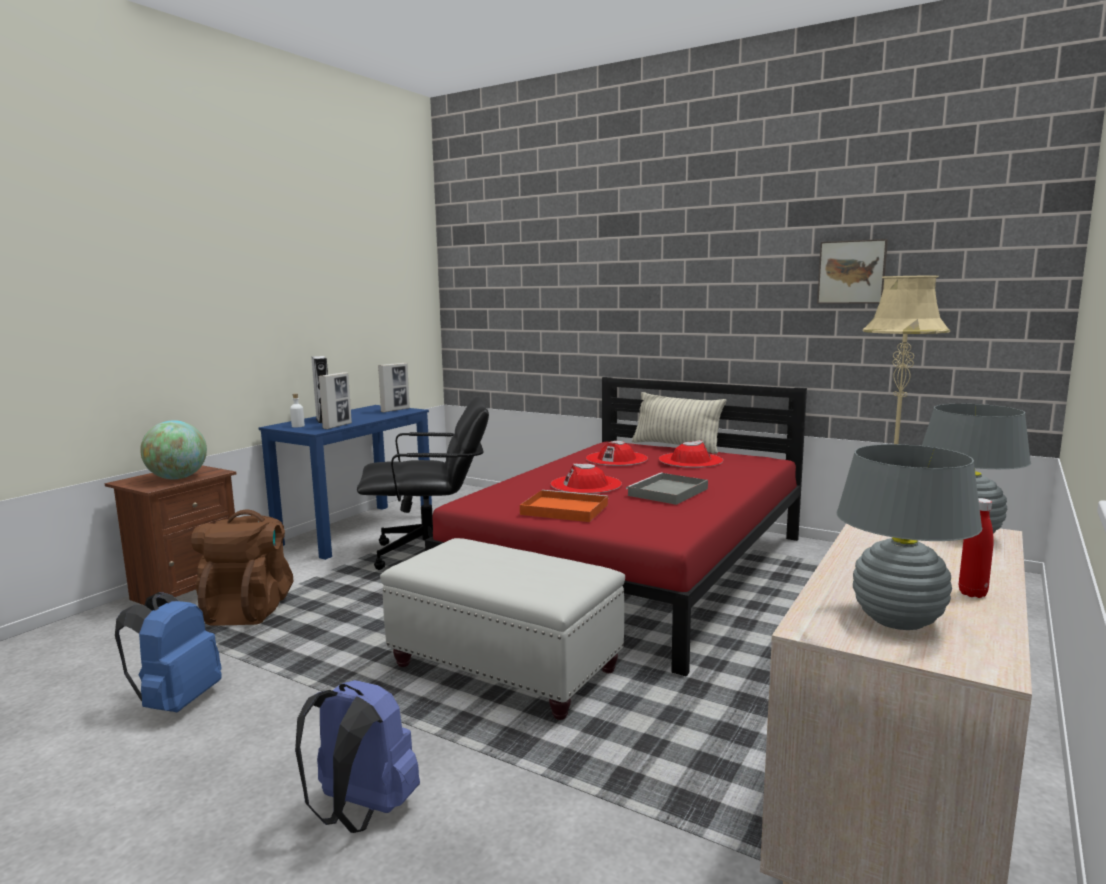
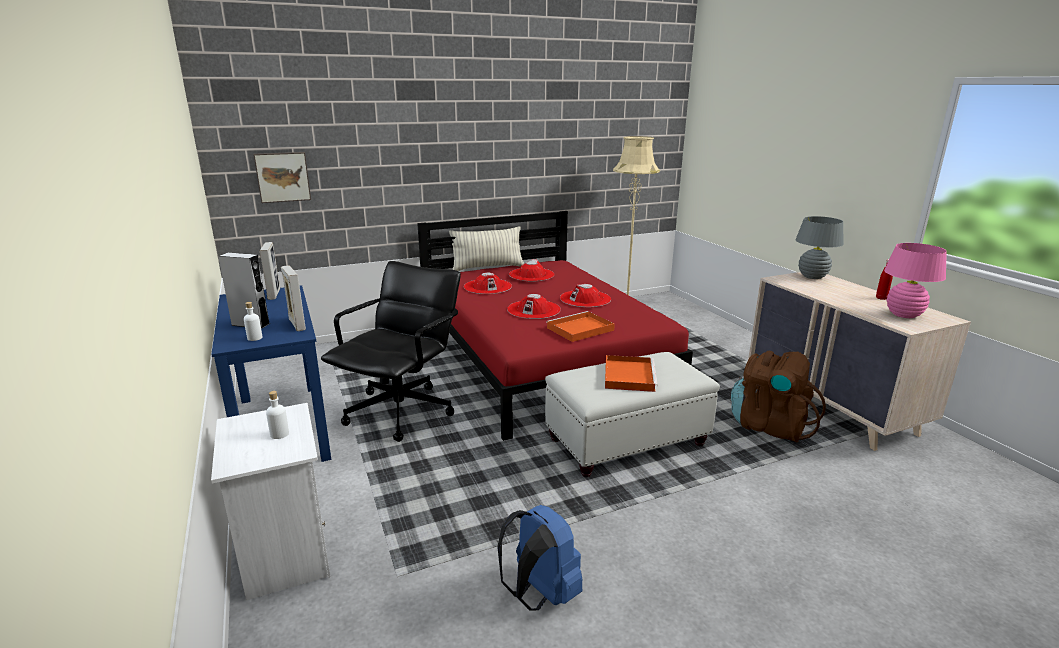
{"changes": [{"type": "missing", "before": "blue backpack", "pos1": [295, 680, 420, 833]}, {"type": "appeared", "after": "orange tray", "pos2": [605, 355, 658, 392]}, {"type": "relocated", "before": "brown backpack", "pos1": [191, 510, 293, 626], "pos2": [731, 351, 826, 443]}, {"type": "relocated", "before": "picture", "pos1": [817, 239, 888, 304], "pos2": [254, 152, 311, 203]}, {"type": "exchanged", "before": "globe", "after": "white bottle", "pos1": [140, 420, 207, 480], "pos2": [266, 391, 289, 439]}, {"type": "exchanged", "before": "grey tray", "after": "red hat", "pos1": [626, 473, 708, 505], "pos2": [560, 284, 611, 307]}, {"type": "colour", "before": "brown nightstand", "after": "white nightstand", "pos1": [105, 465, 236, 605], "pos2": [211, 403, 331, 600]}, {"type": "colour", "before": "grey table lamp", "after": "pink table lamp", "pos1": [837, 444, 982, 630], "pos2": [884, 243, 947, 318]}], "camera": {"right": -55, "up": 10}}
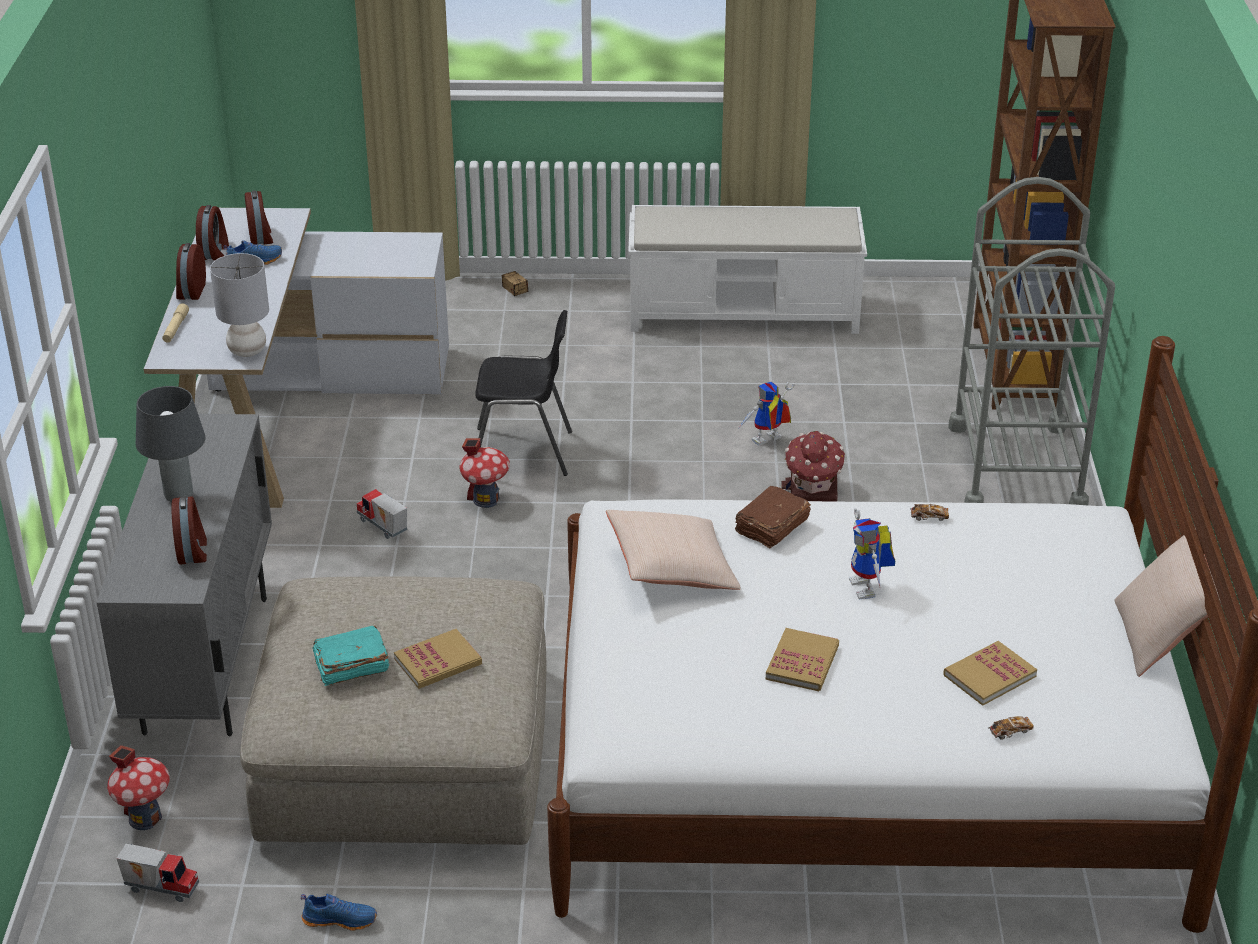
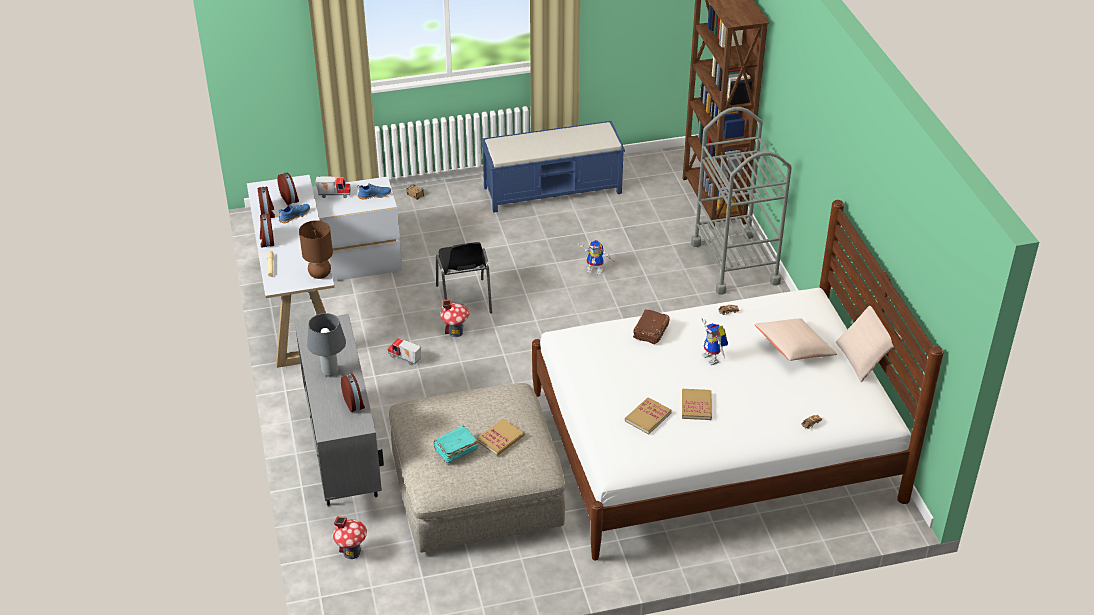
{"changes": [{"type": "missing", "before": "toy house", "pos1": [781, 431, 845, 502]}, {"type": "relocated", "before": "toy truck", "pos1": [116, 844, 199, 902], "pos2": [315, 177, 351, 198]}, {"type": "relocated", "before": "blue shoe", "pos1": [301, 894, 377, 931], "pos2": [357, 183, 391, 199]}, {"type": "relocated", "before": "beige pillow", "pos1": [606, 510, 741, 590], "pos2": [754, 318, 837, 361]}, {"type": "relocated", "before": "book", "pos1": [943, 641, 1037, 706], "pos2": [625, 397, 672, 435]}, {"type": "colour", "before": "grey table lamp", "after": "brown table lamp", "pos1": [210, 253, 269, 357], "pos2": [299, 220, 333, 279]}, {"type": "colour", "before": "white bench", "after": "blue bench", "pos1": [628, 205, 867, 334], "pos2": [481, 121, 625, 213]}, {"type": "spun", "before": "black chair", "pos1": [475, 310, 572, 476], "pos2": [436, 242, 492, 313], "turn": 90}, {"type": "spun", "before": "toy robot", "pos1": [739, 382, 795, 446], "pos2": [578, 240, 614, 275], "turn": -120}], "camera": {"right": -15, "up": 5}}
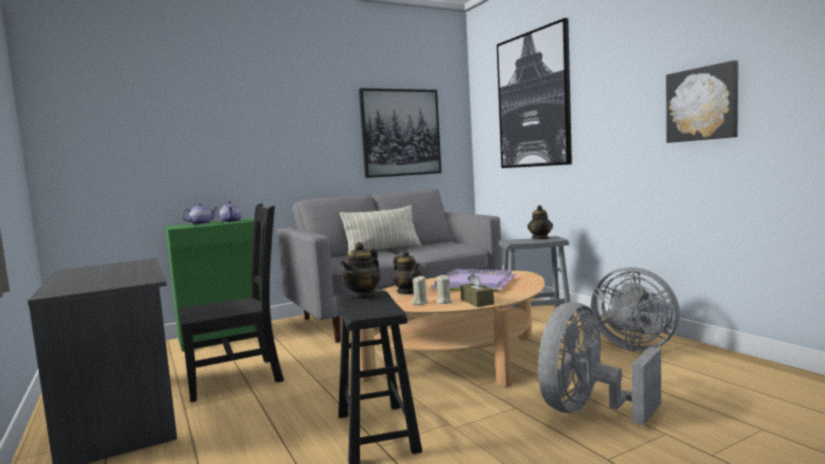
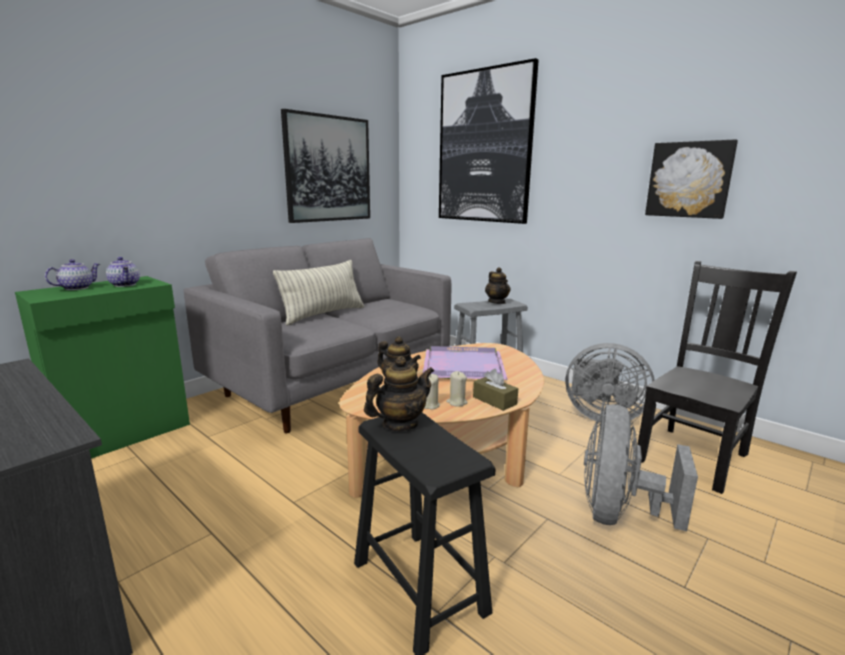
{"changes": [{"type": "relocated", "before": "black chair", "pos1": [179, 203, 284, 402], "pos2": [637, 261, 797, 494]}, {"type": "spun", "before": "teapot", "pos1": [341, 242, 380, 300], "pos2": [364, 356, 434, 431], "turn": -135}], "camera": {"right": -20, "up": 10}}
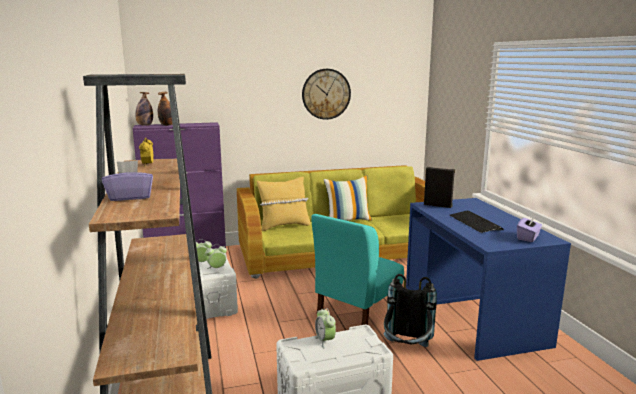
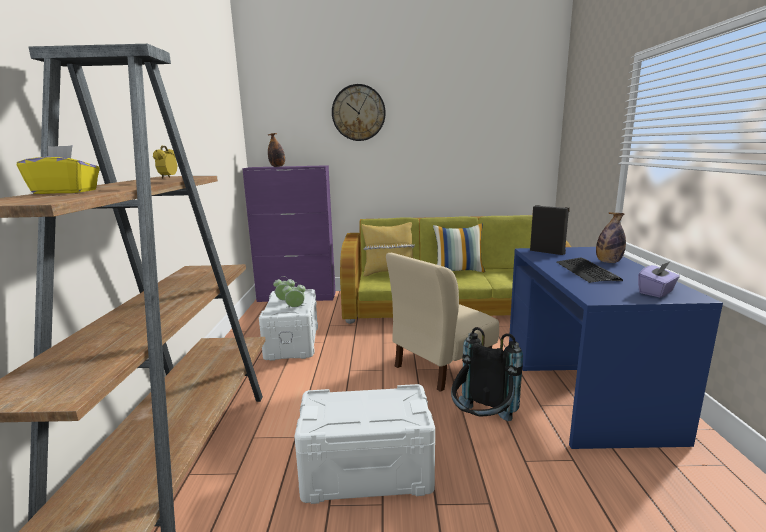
{"changes": [{"type": "missing", "before": "alarm clock", "pos1": [315, 308, 336, 349]}, {"type": "relocated", "before": "bottle", "pos1": [135, 92, 153, 126], "pos2": [596, 212, 626, 263]}, {"type": "relocated", "before": "wall clock", "pos1": [302, 69, 351, 120], "pos2": [332, 84, 386, 141]}, {"type": "colour", "before": "purple tissue box", "after": "yellow tissue box", "pos1": [102, 160, 153, 201], "pos2": [17, 145, 100, 194]}, {"type": "colour", "before": "turquoise chair", "after": "beige chair", "pos1": [311, 214, 404, 325], "pos2": [386, 253, 499, 392]}], "camera": {"right": 15, "up": 0}}
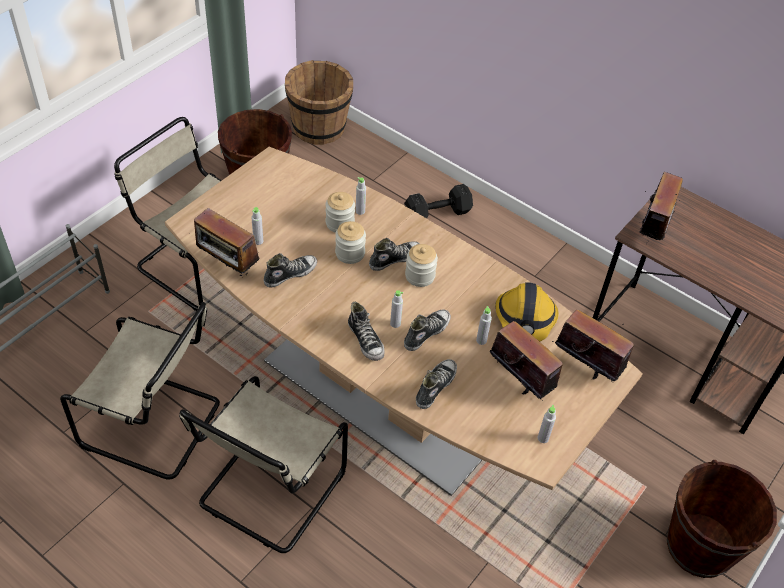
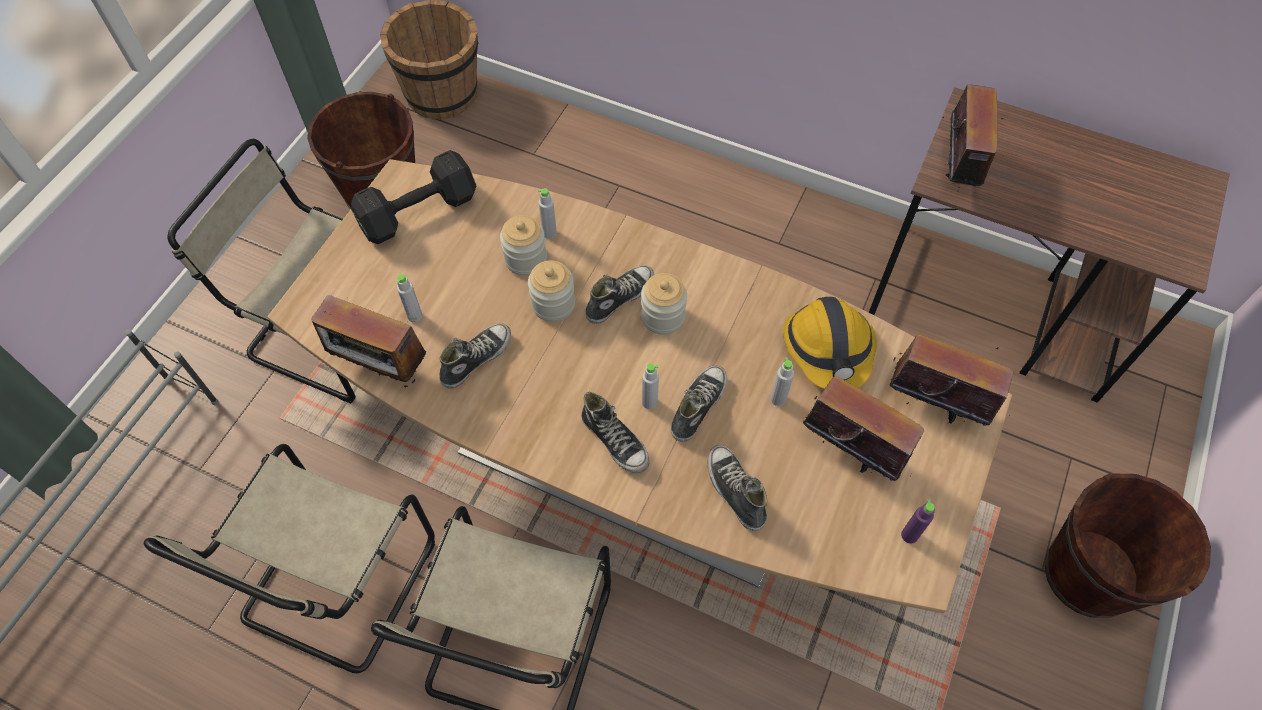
{"changes": [{"type": "relocated", "before": "black dumbbell", "pos1": [404, 184, 473, 218], "pos2": [351, 150, 476, 244]}, {"type": "colour", "before": "grey bottle", "after": "purple bottle", "pos1": [538, 405, 556, 443], "pos2": [901, 499, 935, 544]}, {"type": "spun", "before": "beige chair", "pos1": [60, 302, 220, 479], "pos2": [144, 444, 435, 673], "turn": 105}, {"type": "spun", "before": "shoe", "pos1": [416, 359, 457, 409], "pos2": [708, 445, 767, 531], "turn": -45}], "camera": {"right": -10, "up": 10}}
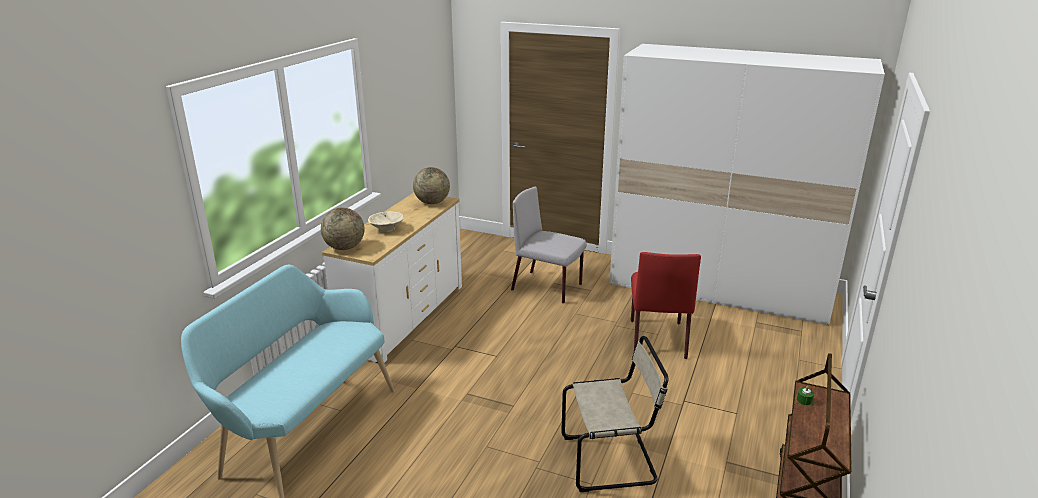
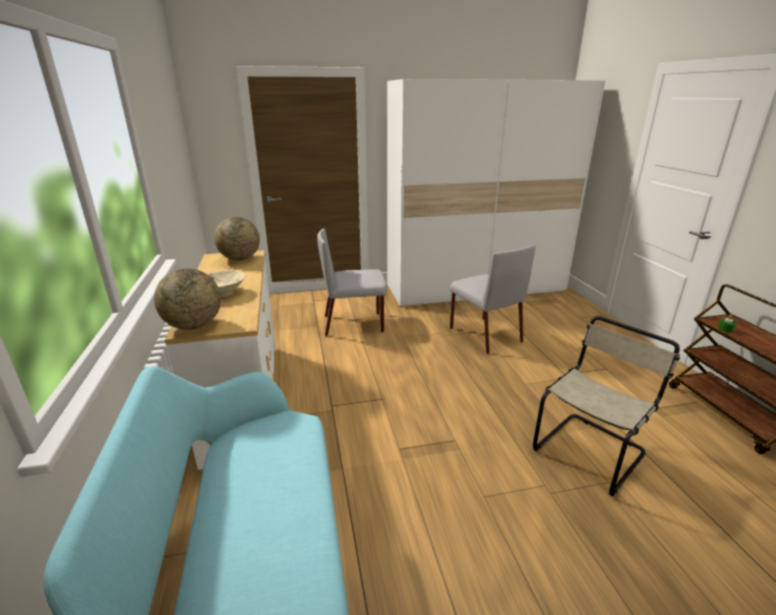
{"changes": [{"type": "colour", "before": "red chair", "after": "grey chair", "pos1": [631, 252, 701, 359], "pos2": [449, 245, 536, 354]}], "camera": {"right": -35, "up": 0}}
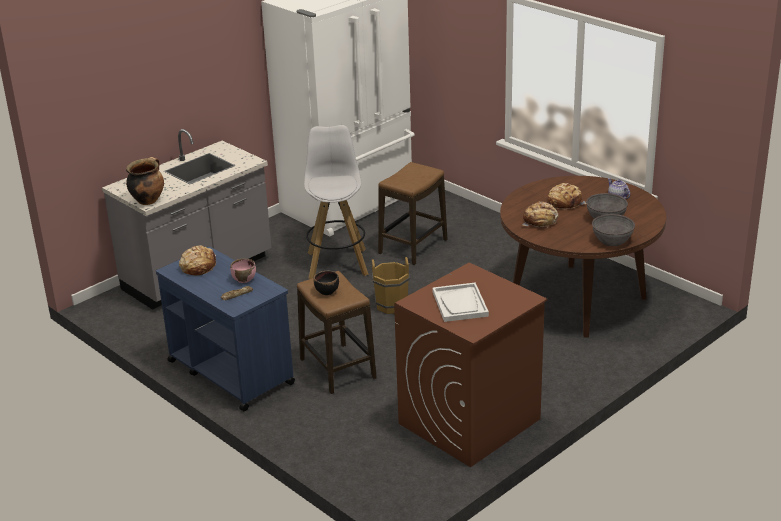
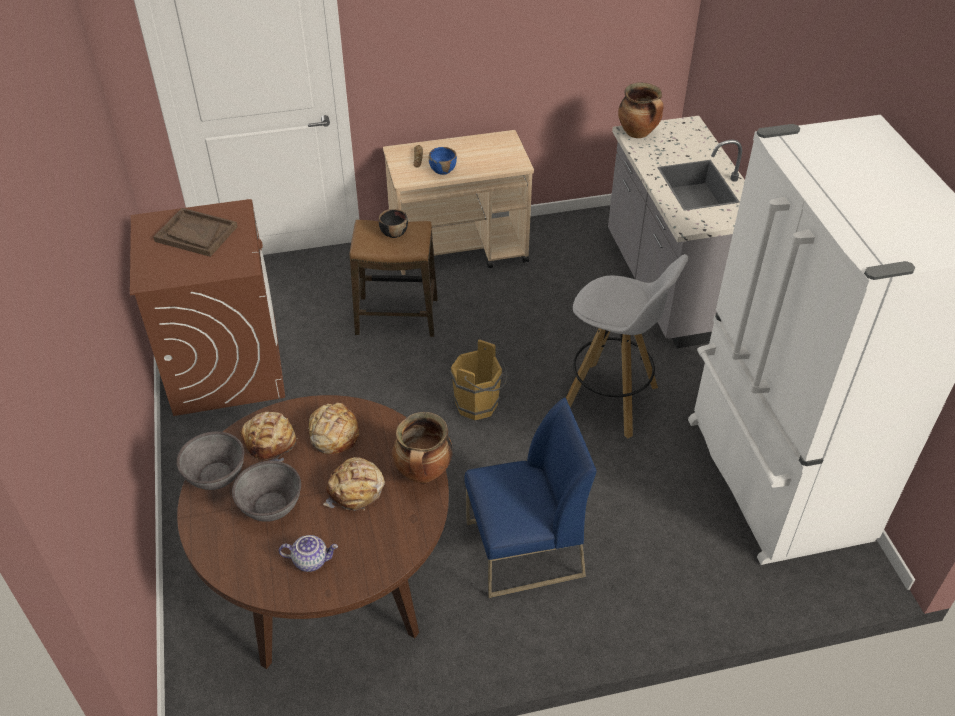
{"changes": [{"type": "missing", "before": "stool", "pos1": [378, 162, 447, 265]}, {"type": "appeared", "after": "cooking pot", "pos2": [392, 412, 453, 483]}, {"type": "appeared", "after": "blue chair", "pos2": [464, 397, 597, 598]}, {"type": "relocated", "before": "bread", "pos1": [179, 245, 216, 275], "pos2": [240, 412, 298, 462]}, {"type": "colour", "before": "blue cart", "after": "beige cart", "pos1": [156, 246, 295, 411], "pos2": [383, 130, 534, 276]}, {"type": "colour", "before": "pink bowl", "after": "blue bowl", "pos1": [230, 259, 256, 283], "pos2": [429, 147, 457, 175]}, {"type": "colour", "before": "white tray", "after": "brown tray", "pos1": [433, 283, 489, 322], "pos2": [154, 208, 238, 257]}], "camera": {"right": 120, "up": 15}}
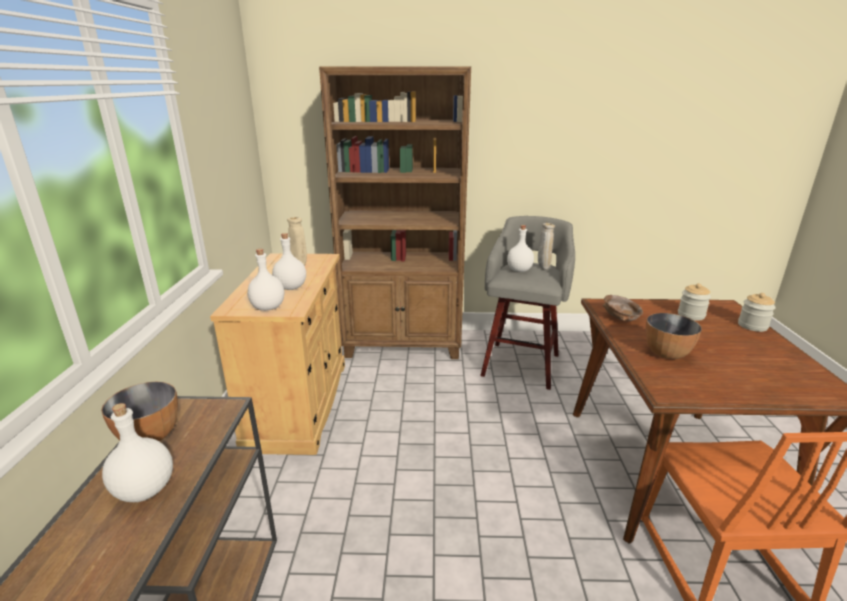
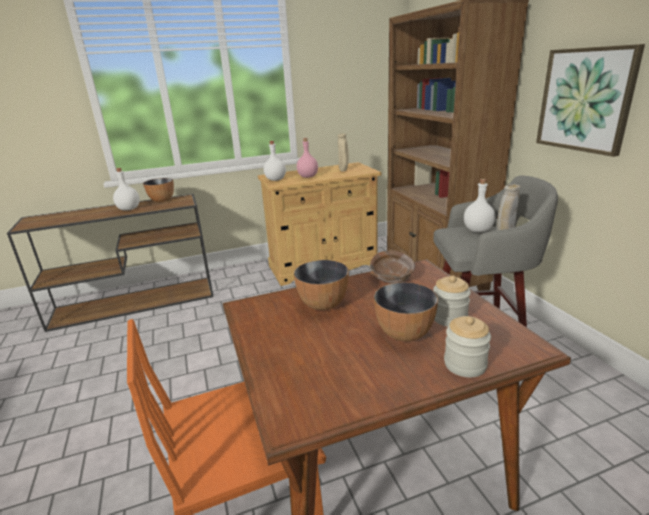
{"changes": [{"type": "appeared", "after": "bowl", "pos2": [374, 282, 438, 341]}, {"type": "appeared", "after": "picture", "pos2": [536, 44, 645, 157]}, {"type": "colour", "before": "white bottle", "after": "pink bottle", "pos1": [272, 233, 306, 290], "pos2": [297, 138, 318, 178]}], "camera": {"right": 70, "up": 0}}
